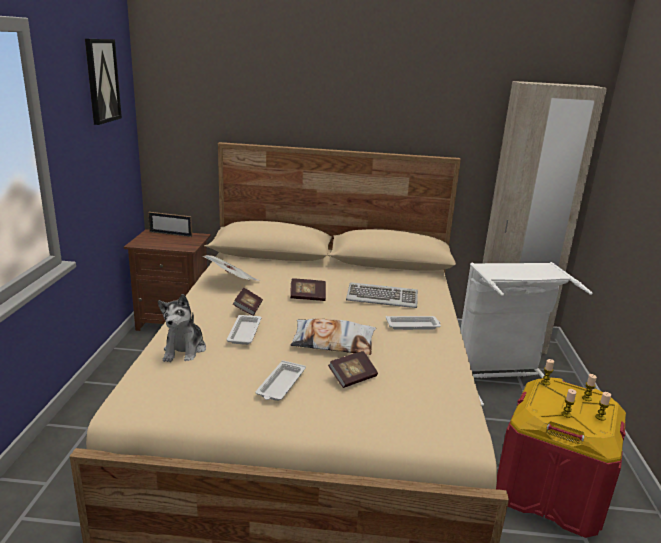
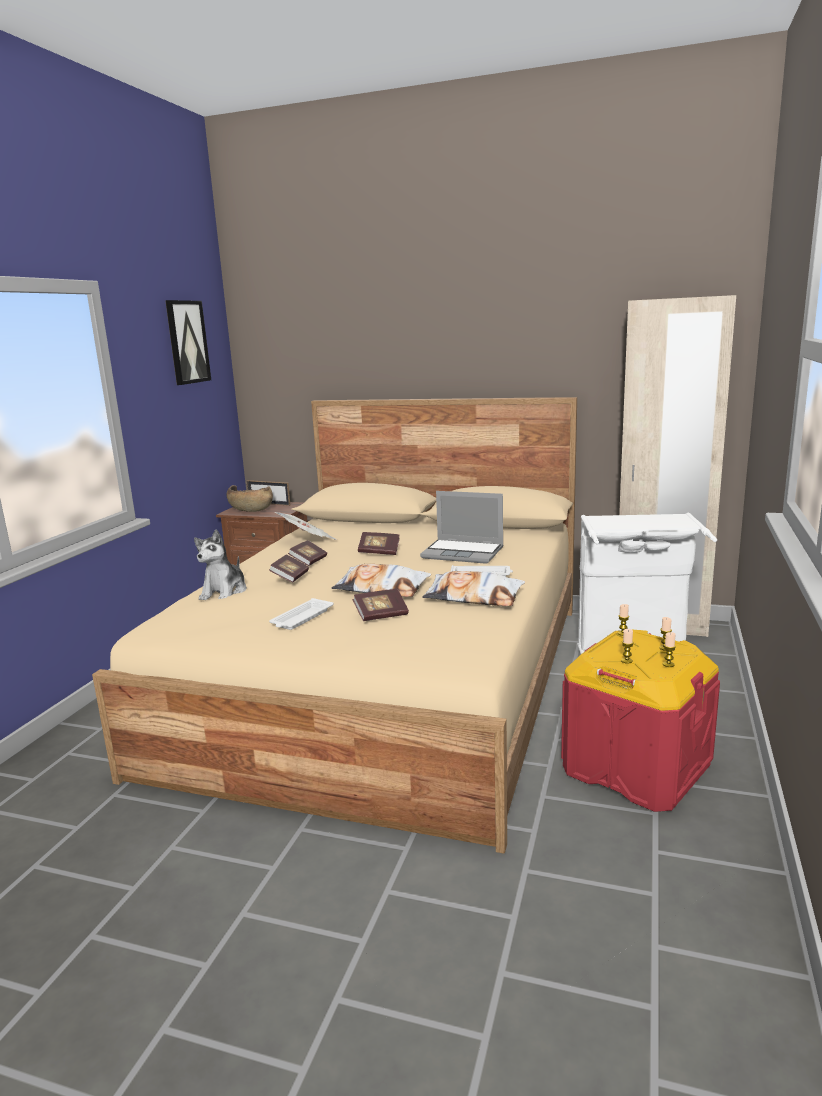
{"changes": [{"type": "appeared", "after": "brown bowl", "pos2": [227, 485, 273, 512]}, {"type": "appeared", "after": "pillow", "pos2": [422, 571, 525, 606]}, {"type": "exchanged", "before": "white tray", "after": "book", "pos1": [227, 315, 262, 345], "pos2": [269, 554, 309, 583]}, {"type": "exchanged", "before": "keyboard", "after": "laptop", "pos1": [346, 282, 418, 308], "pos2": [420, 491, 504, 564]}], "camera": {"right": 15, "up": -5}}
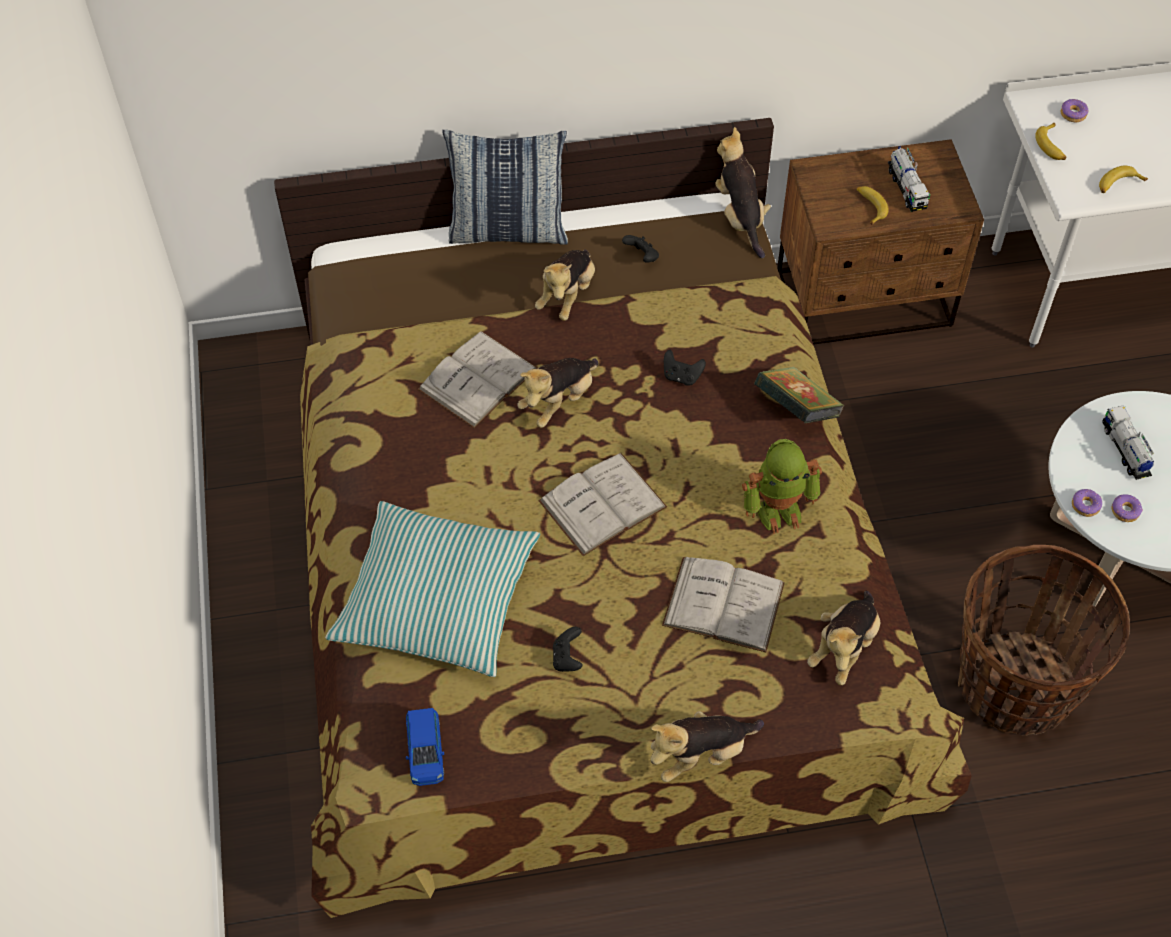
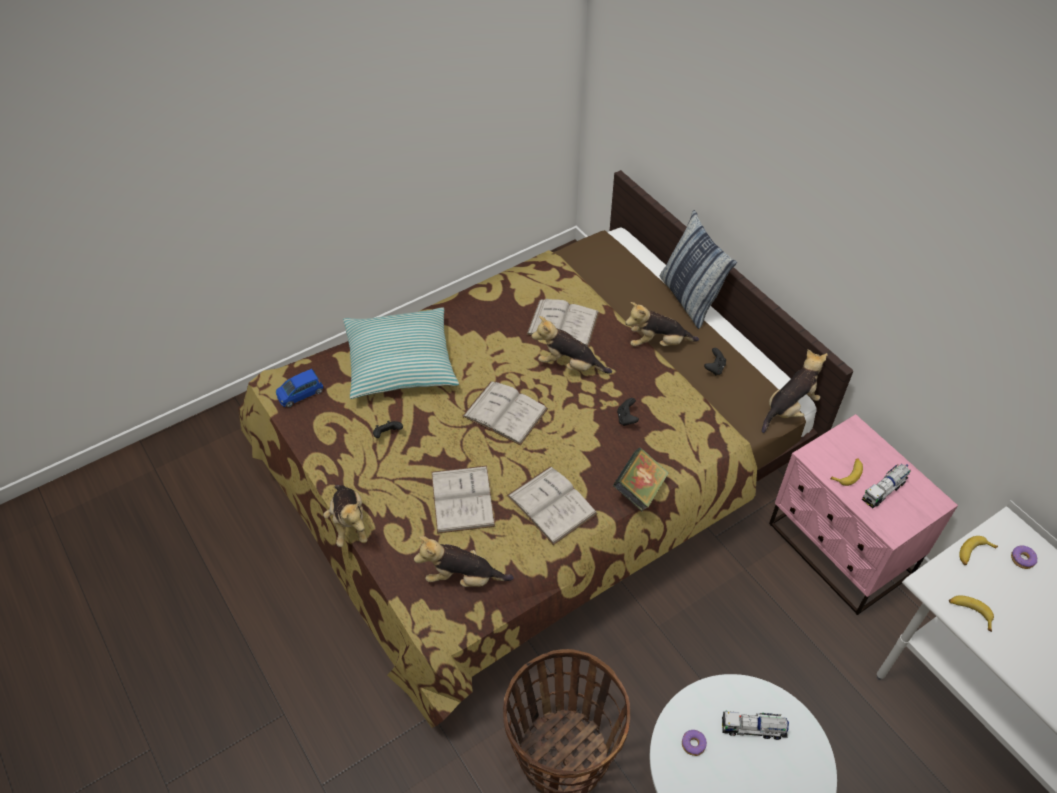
{"changes": [{"type": "missing", "before": "donut", "pos1": [1072, 489, 1102, 517]}, {"type": "exchanged", "before": "toy robot", "after": "white book", "pos1": [742, 439, 822, 534], "pos2": [507, 466, 598, 545]}, {"type": "colour", "before": "brown nightstand", "after": "pink nightstand", "pos1": [777, 139, 984, 345], "pos2": [769, 414, 958, 615]}, {"type": "spun", "before": "plush toy", "pos1": [650, 711, 764, 782], "pos2": [323, 485, 368, 547], "turn": -150}, {"type": "spun", "before": "toy truck", "pos1": [1102, 406, 1154, 480], "pos2": [722, 711, 789, 740], "turn": -135}], "camera": {"right": 65, "up": -5}}
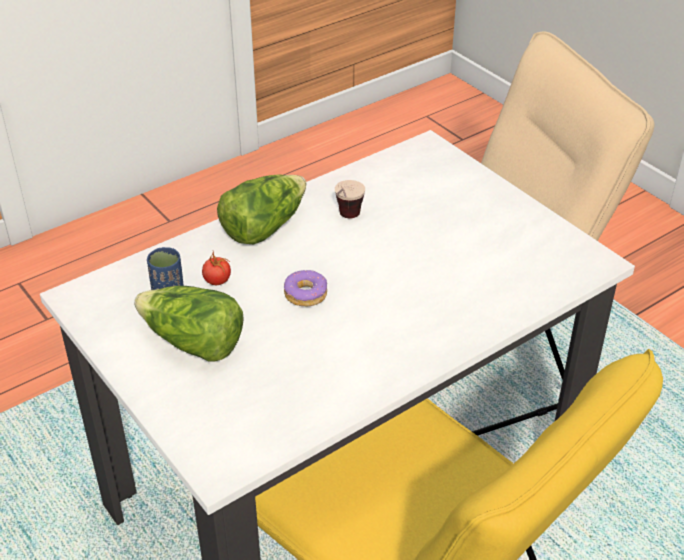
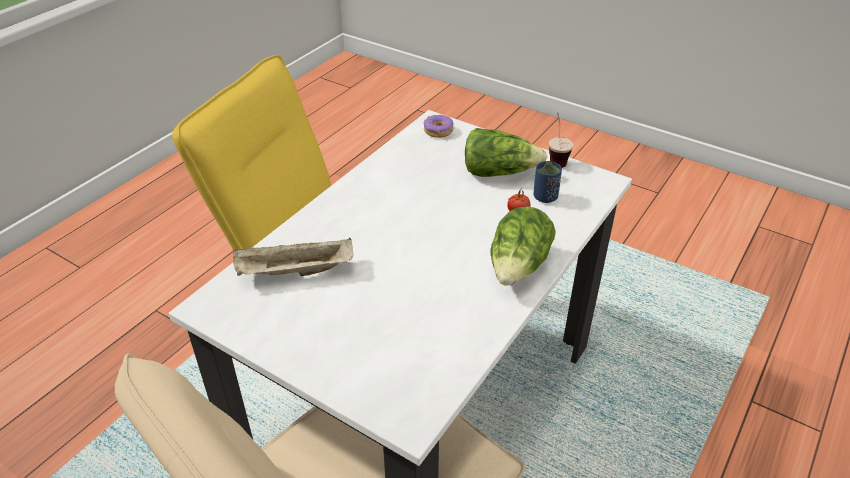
{"changes": [{"type": "appeared", "after": "beige tray", "pos2": [233, 238, 353, 276]}, {"type": "relocated", "before": "donut", "pos1": [284, 270, 327, 306], "pos2": [423, 115, 453, 138]}, {"type": "relocated", "before": "cup", "pos1": [335, 180, 365, 219], "pos2": [549, 112, 573, 168]}], "camera": {"right": 160, "up": 0}}
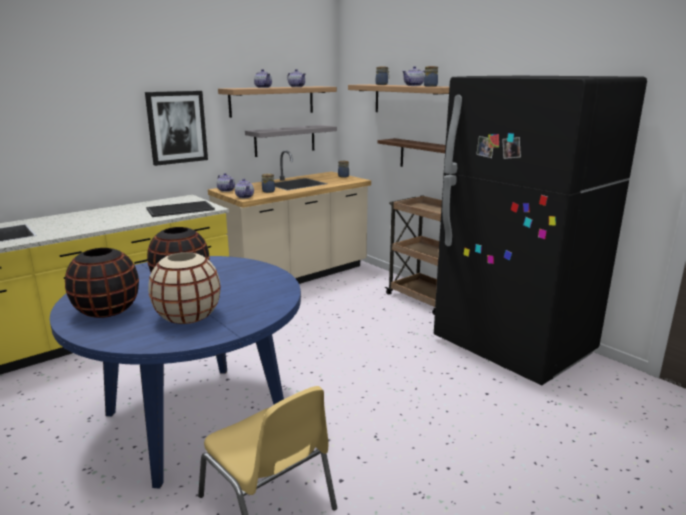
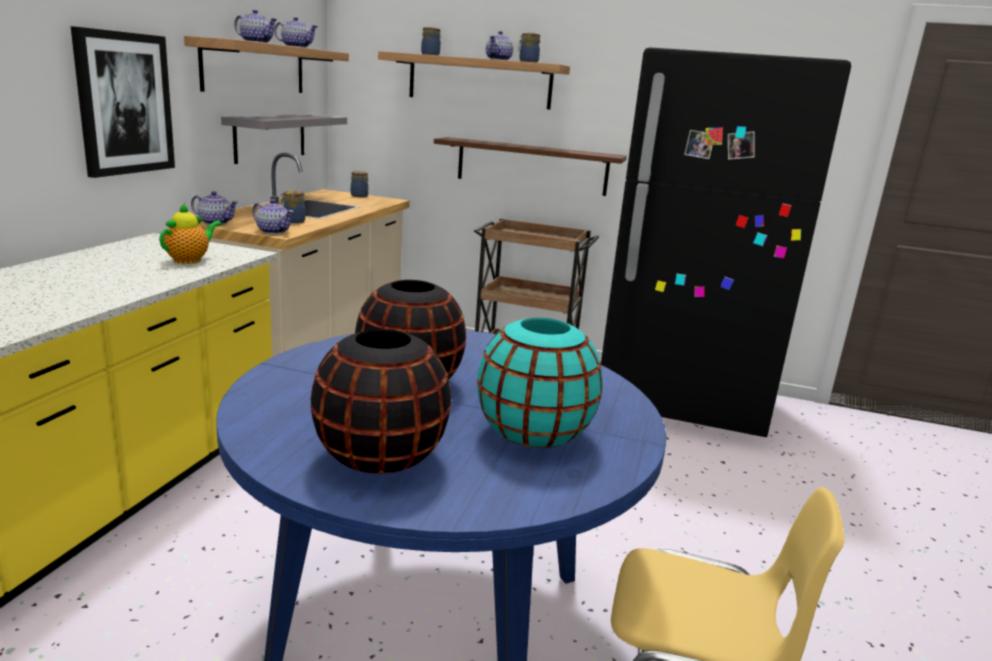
{"changes": [{"type": "exchanged", "before": "tray", "after": "teapot", "pos1": [146, 201, 215, 217], "pos2": [159, 203, 222, 264]}, {"type": "colour", "before": "beige vase", "after": "turquoise vase", "pos1": [148, 252, 221, 324], "pos2": [477, 318, 603, 448]}], "camera": {"right": -35, "up": 0}}
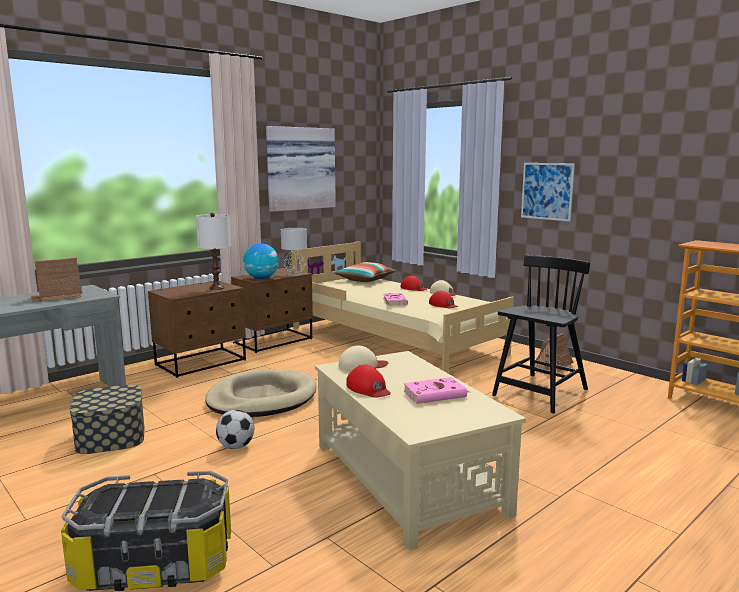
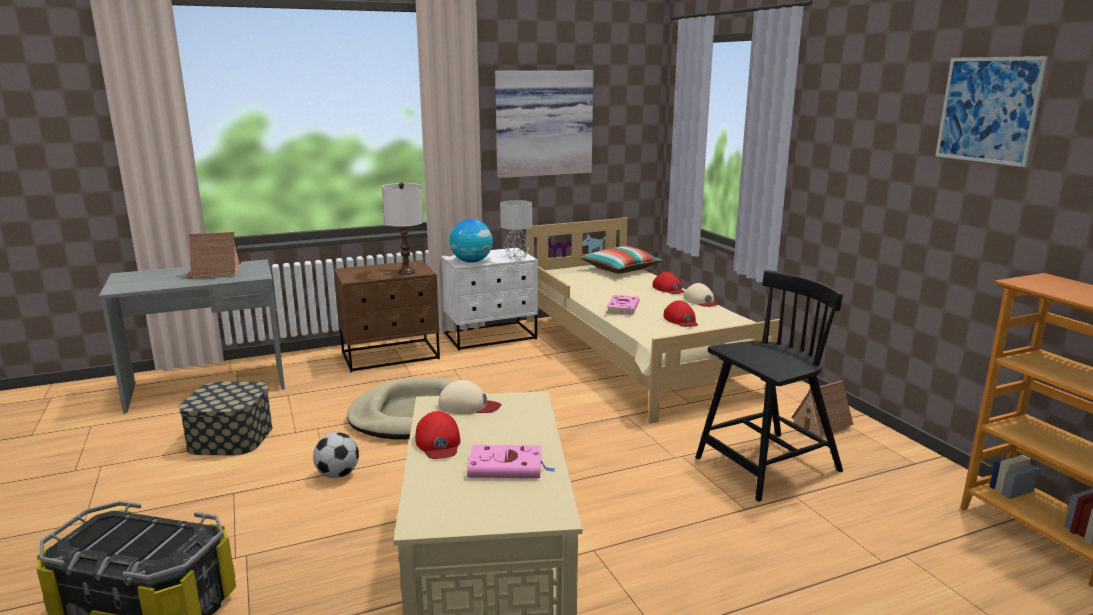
{"changes": [{"type": "relocated", "before": "picture", "pos1": [521, 163, 575, 221], "pos2": [935, 56, 1049, 167]}, {"type": "colour", "before": "brown nightstand", "after": "white nightstand", "pos1": [231, 268, 313, 353], "pos2": [441, 248, 538, 351]}], "camera": {"right": 20, "up": 5}}
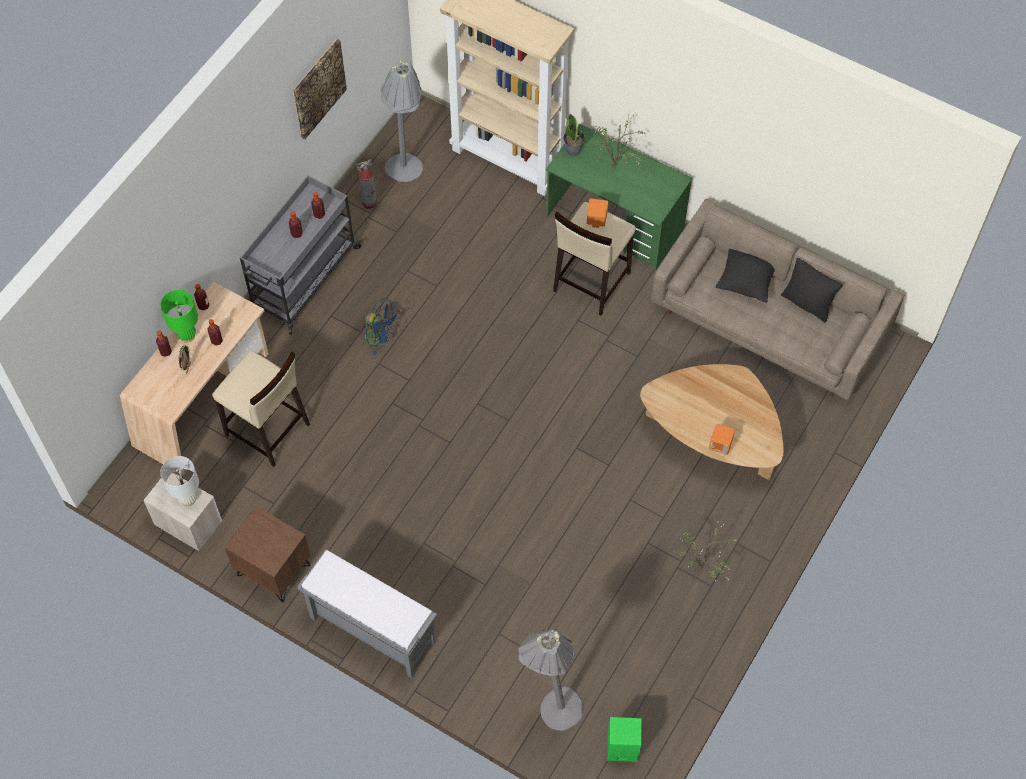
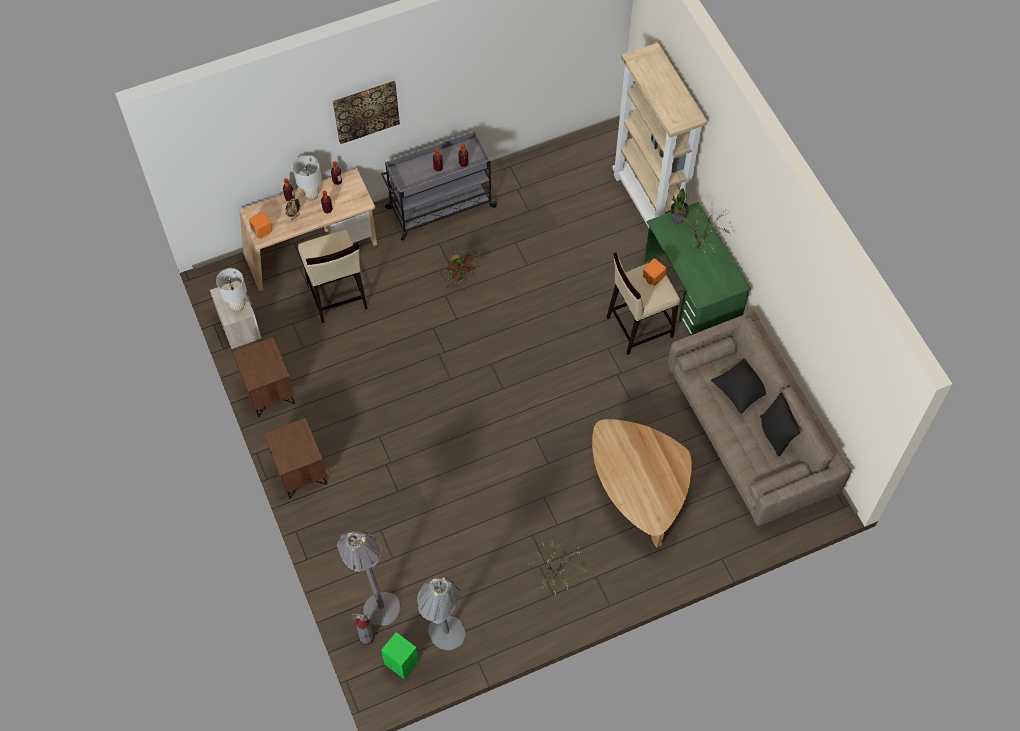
{"changes": [{"type": "relocated", "before": "picture", "pos1": [293, 39, 347, 140], "pos2": [333, 80, 400, 144]}, {"type": "relocated", "before": "fire extinguisher", "pos1": [356, 159, 377, 209], "pos2": [352, 613, 374, 645]}, {"type": "relocated", "before": "grey floor lamp", "pos1": [380, 60, 423, 182], "pos2": [417, 577, 466, 650]}, {"type": "relocated", "before": "orange speaker", "pos1": [709, 424, 735, 455], "pos2": [249, 212, 272, 239]}, {"type": "exchanged", "before": "grey bench", "after": "brown nightstand", "pos1": [297, 549, 437, 678], "pos2": [264, 418, 327, 499]}, {"type": "colour", "before": "green table lamp", "after": "white table lamp", "pos1": [161, 290, 198, 342], "pos2": [293, 155, 322, 200]}, {"type": "colour", "before": "blue fan", "after": "brown fan", "pos1": [363, 298, 400, 355], "pos2": [441, 248, 480, 288]}], "camera": {"right": 35, "up": 0}}
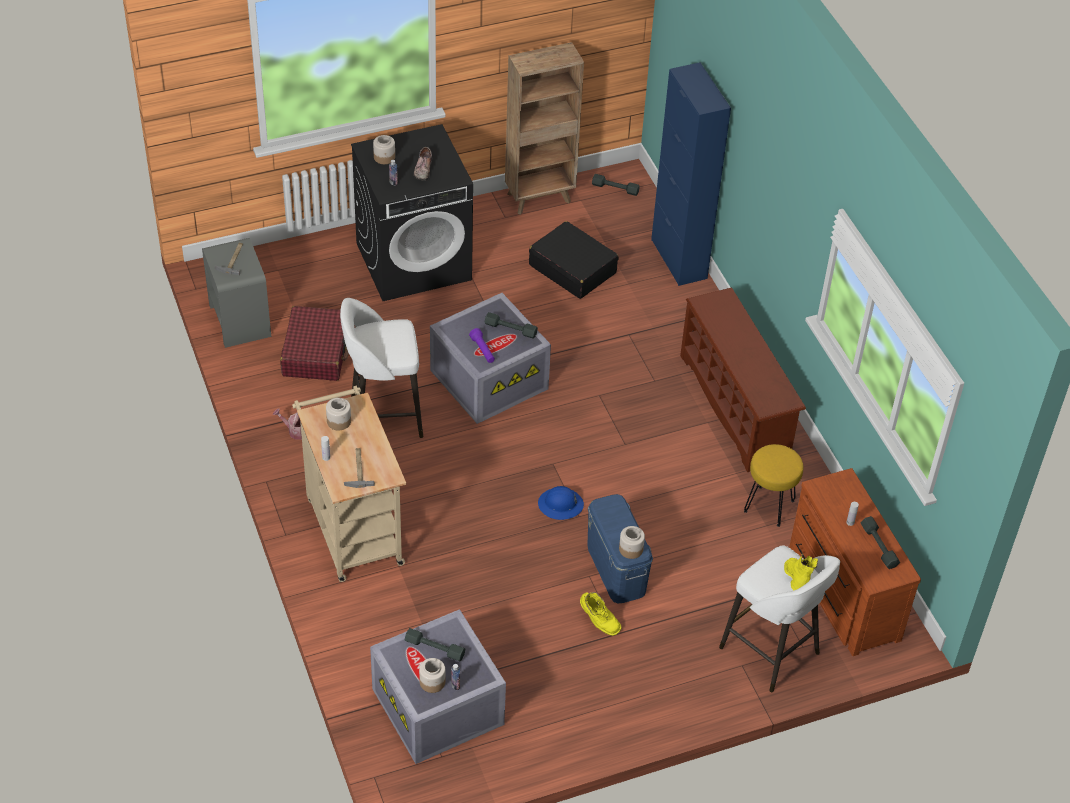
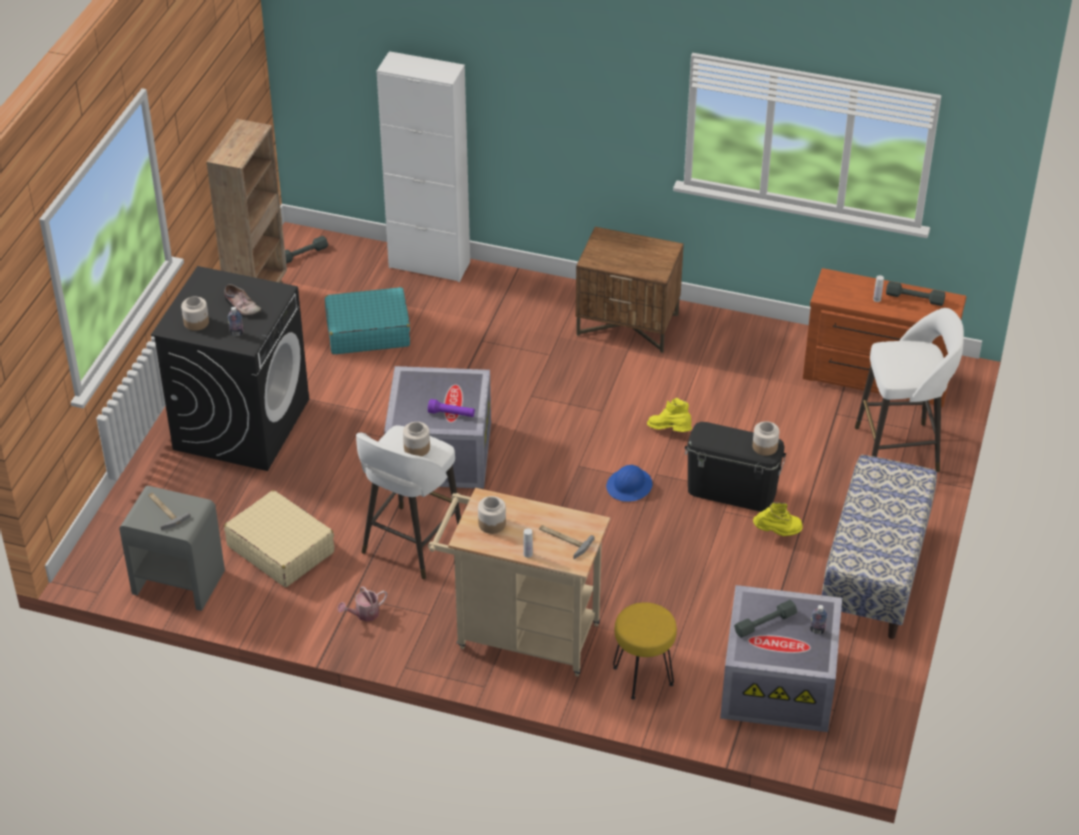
{"changes": [{"type": "missing", "before": "grey dumbbell", "pos1": [485, 312, 538, 339]}, {"type": "appeared", "after": "bench", "pos2": [822, 455, 937, 639]}, {"type": "relocated", "before": "jar", "pos1": [419, 658, 445, 693], "pos2": [403, 422, 430, 456]}, {"type": "relocated", "before": "yellow stool", "pos1": [744, 444, 804, 527], "pos2": [613, 602, 677, 700]}, {"type": "relocated", "before": "yellow boot", "pos1": [784, 554, 818, 590], "pos2": [647, 398, 692, 432]}, {"type": "exchanged", "before": "brown shoe rack", "after": "brown nightstand", "pos1": [680, 288, 806, 472], "pos2": [576, 227, 684, 353]}, {"type": "colour", "before": "red suitcase", "after": "beige suitcase", "pos1": [280, 306, 349, 381], "pos2": [224, 490, 334, 587]}, {"type": "colour", "before": "black suitcase", "after": "turquoise suitcase", "pos1": [529, 221, 619, 299], "pos2": [325, 287, 410, 354]}, {"type": "colour", "before": "blue storage box", "after": "black storage box", "pos1": [587, 494, 653, 604], "pos2": [685, 422, 786, 512]}, {"type": "colour", "before": "blue cabinet", "after": "white cabinet", "pos1": [651, 62, 731, 286], "pos2": [377, 51, 470, 282]}], "camera": {"right": -50, "up": -5}}
